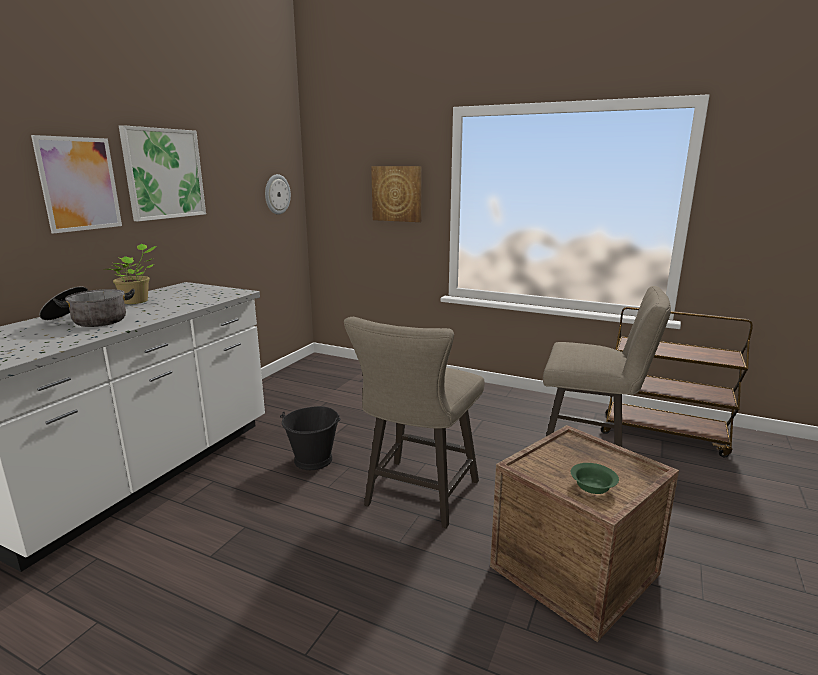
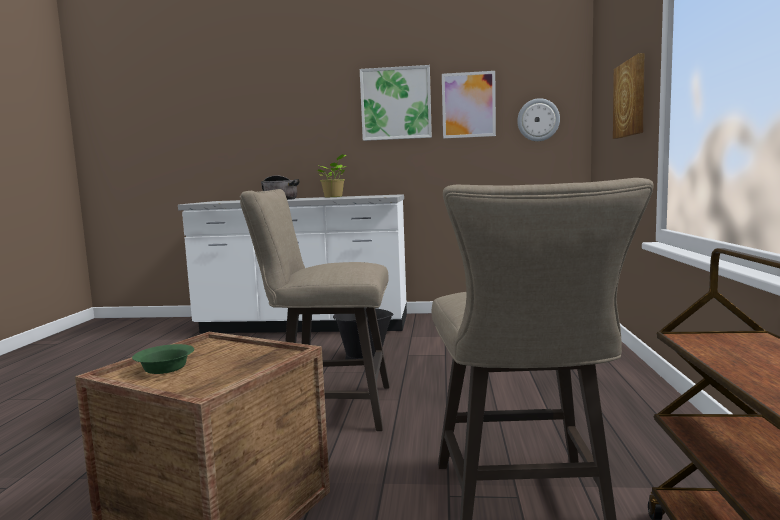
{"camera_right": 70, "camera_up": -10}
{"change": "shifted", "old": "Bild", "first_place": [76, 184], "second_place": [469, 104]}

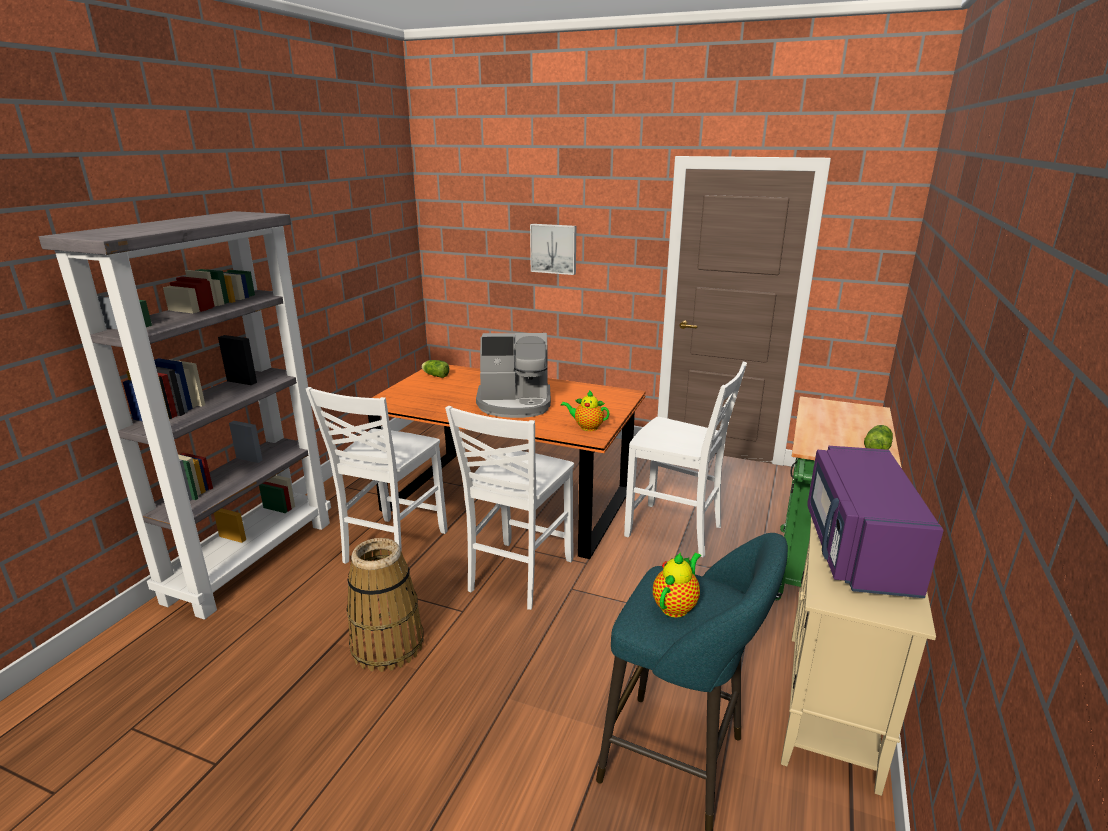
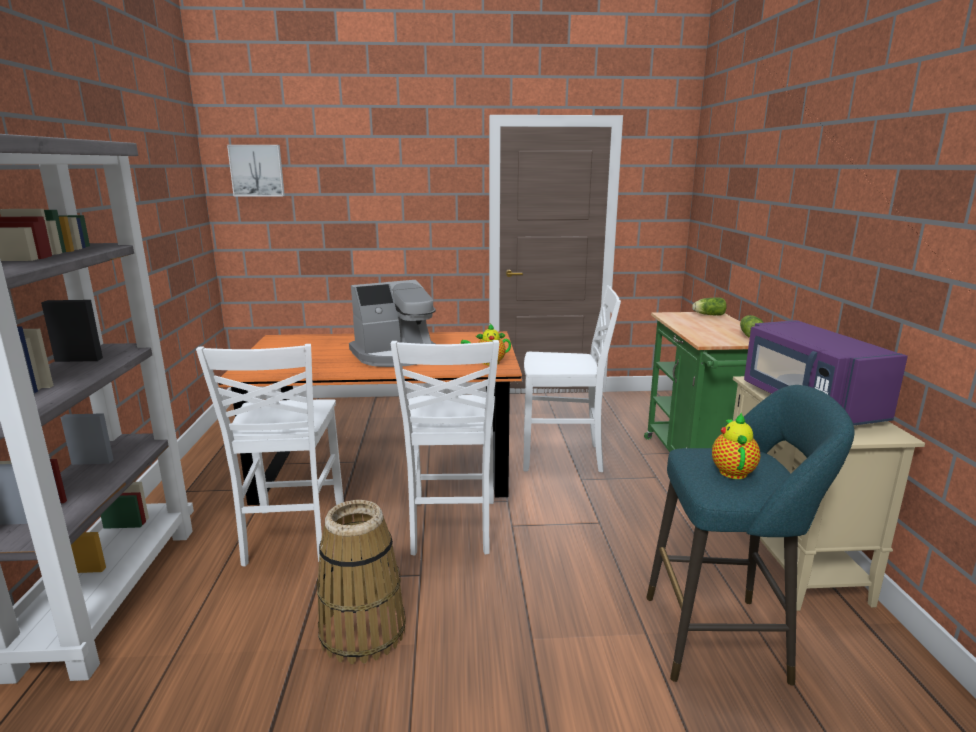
{"camera_right": -25, "camera_up": -5}
{"change": "shifted", "old": "Bild", "first_place": [553, 249], "second_place": [256, 171]}
{"change": "shifted", "old": "Salatkopf", "first_place": [435, 369], "second_place": [709, 306]}

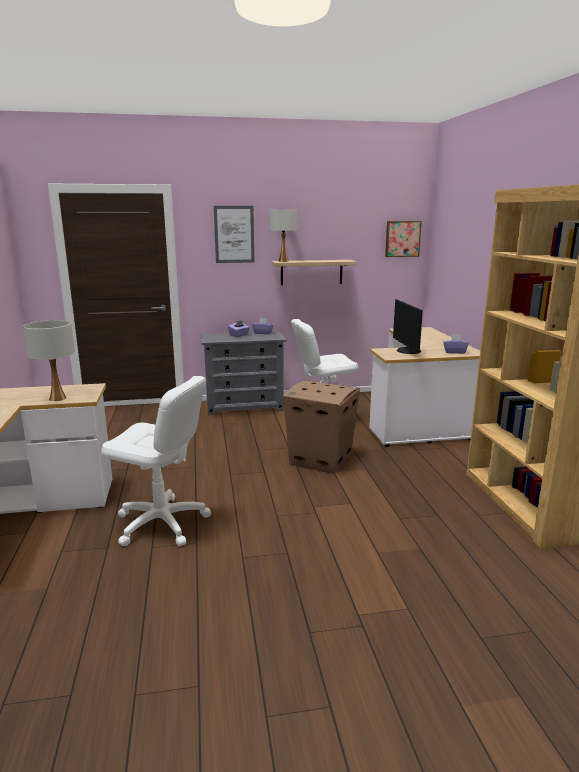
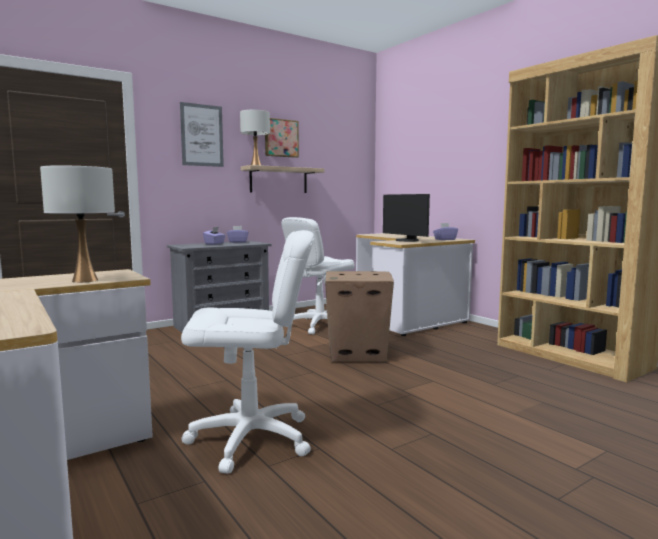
{"camera_right": -25, "camera_up": -10}
{"change": "shifted", "old": "Bild", "first_place": [403, 239], "second_place": [282, 138]}

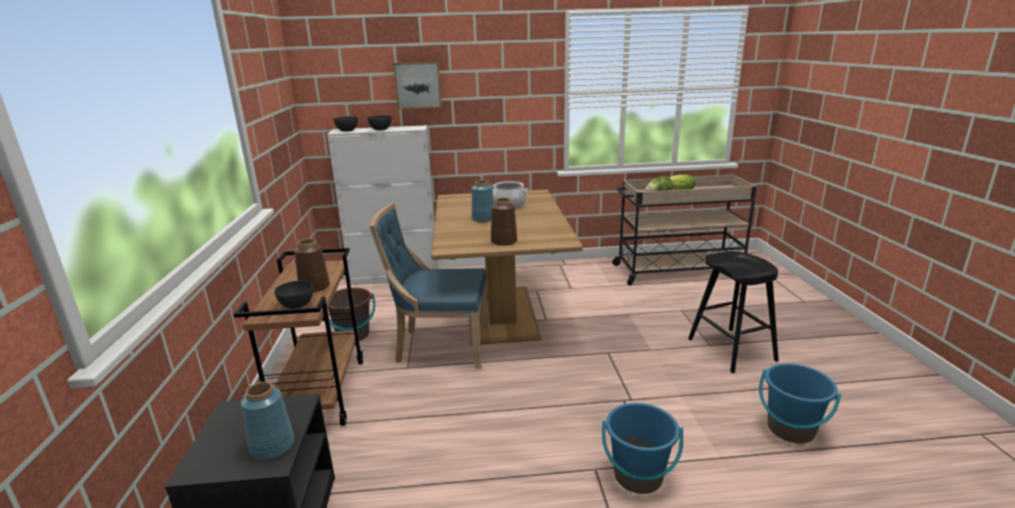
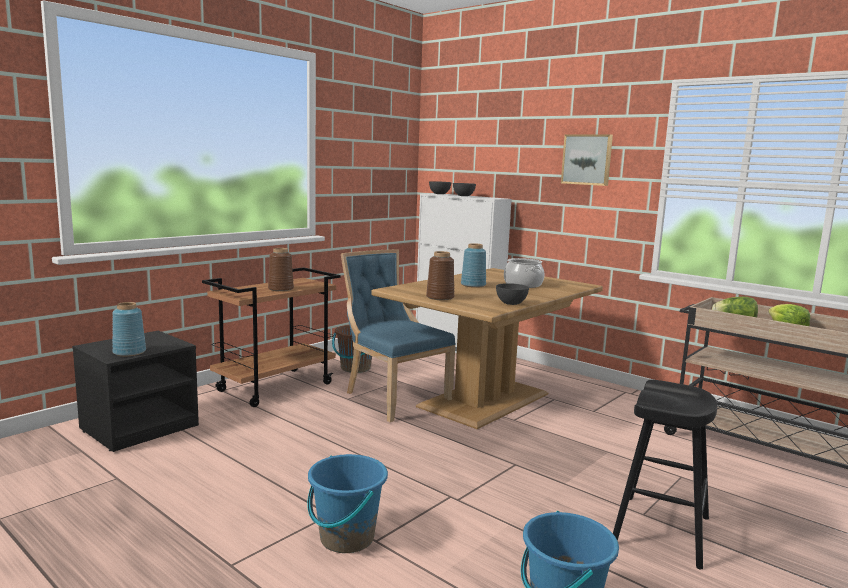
{"camera_right": 45, "camera_up": -10}
{"change": "shifted", "old": "Bild", "first_place": [417, 85], "second_place": [587, 160]}
{"change": "shifted", "old": "Schüssel (grau)", "first_place": [293, 294], "second_place": [512, 294]}

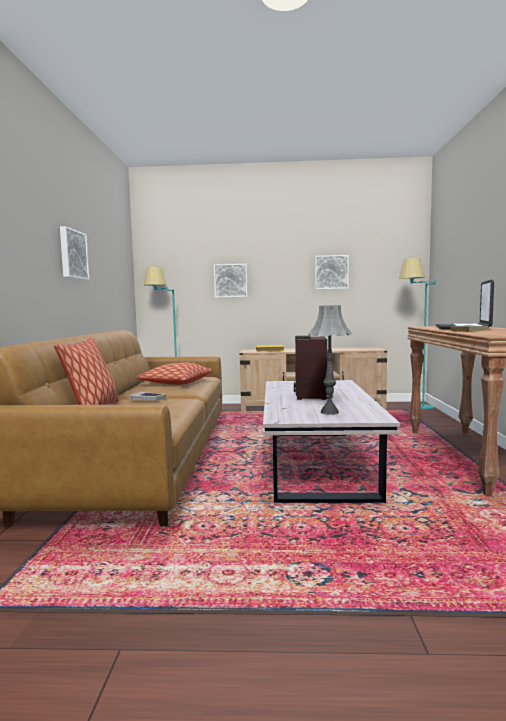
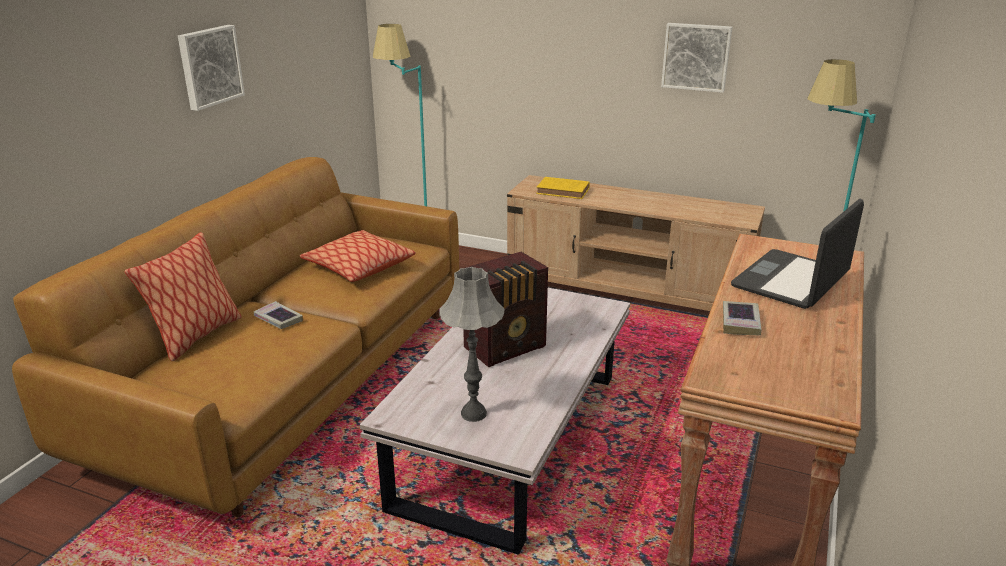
{"camera_right": 20, "camera_up": 20}
{"change": "gone", "old": "Bild", "first_place": [230, 281]}
{"change": "rotated", "old": "Radio", "first_place": [310, 368], "second_place": [505, 309], "degrees": -150}

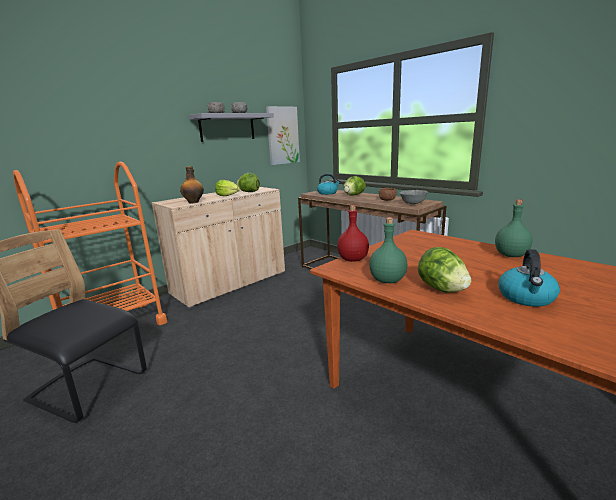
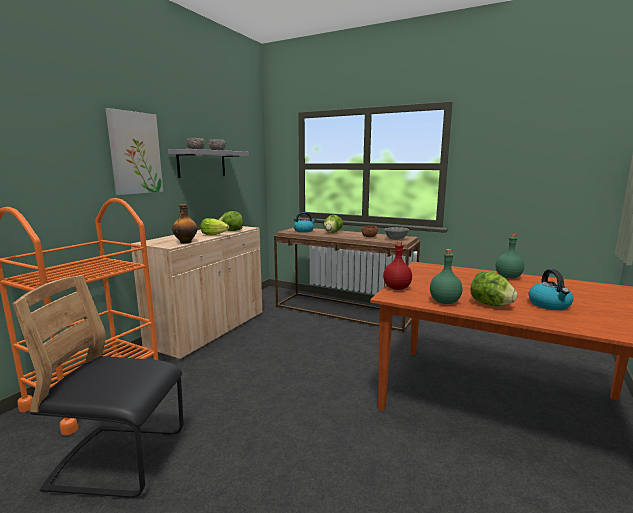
{"camera_right": -20, "camera_up": -5}
{"change": "shifted", "old": "Bild", "first_place": [283, 135], "second_place": [134, 151]}

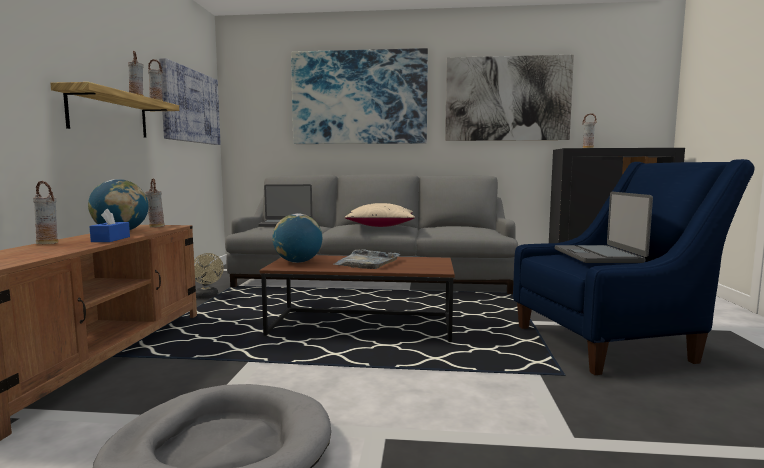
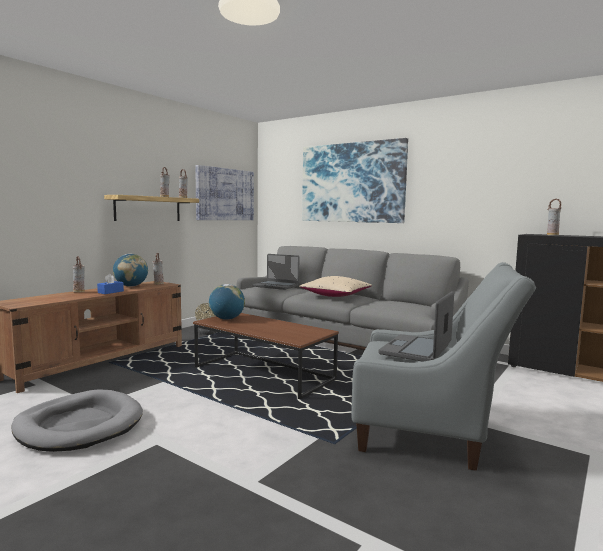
{"camera_right": 30, "camera_up": 0}
{"change": "gone", "old": "Bild", "first_place": [509, 98]}
{"change": "repainted", "old": "Sessel (blau)", "new": "Sessel (grau)", "first_place": [634, 267], "second_place": [443, 366]}
{"change": "gone", "old": "Tablett (grau)", "first_place": [367, 259]}

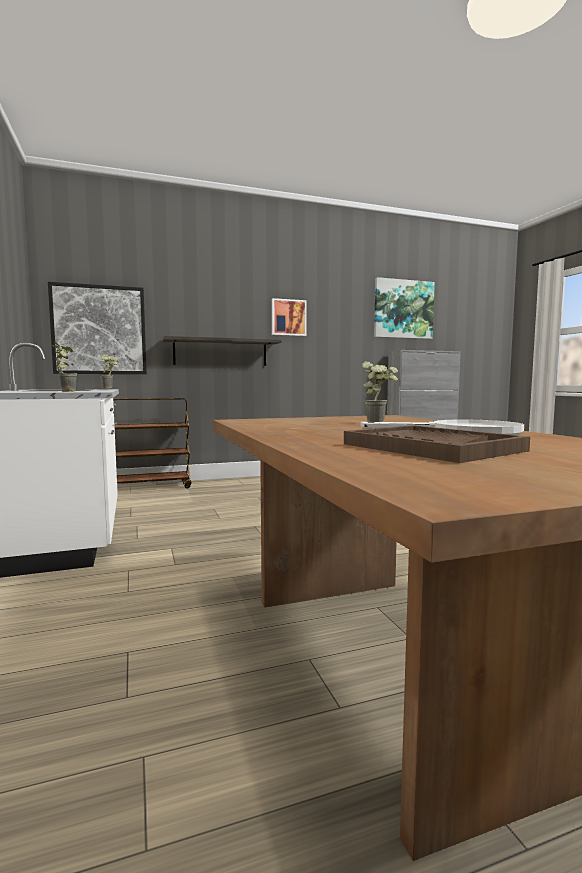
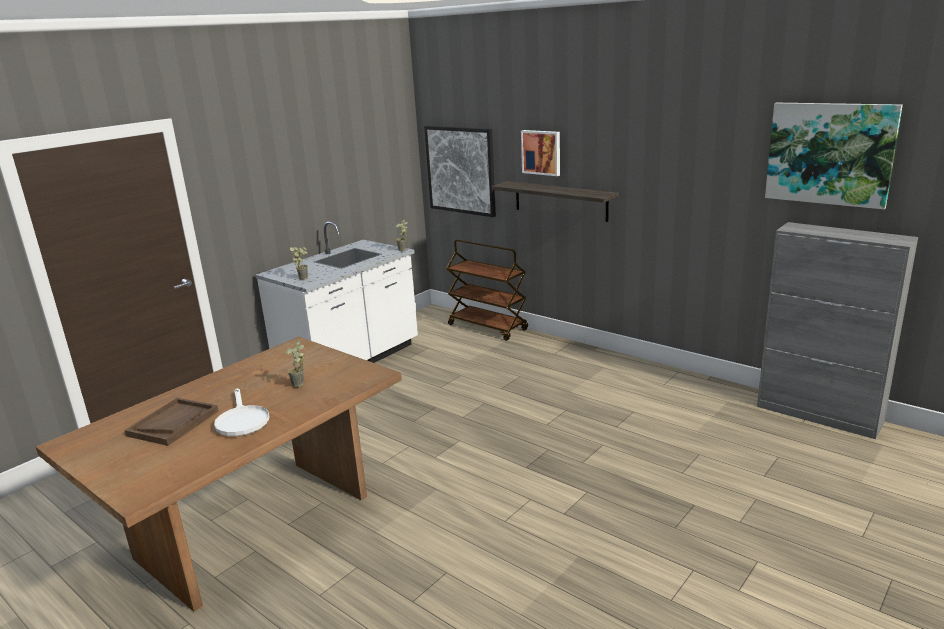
{"camera_right": 60, "camera_up": 15}
{"change": "shifted", "old": "Bild", "first_place": [289, 317], "second_place": [540, 153]}

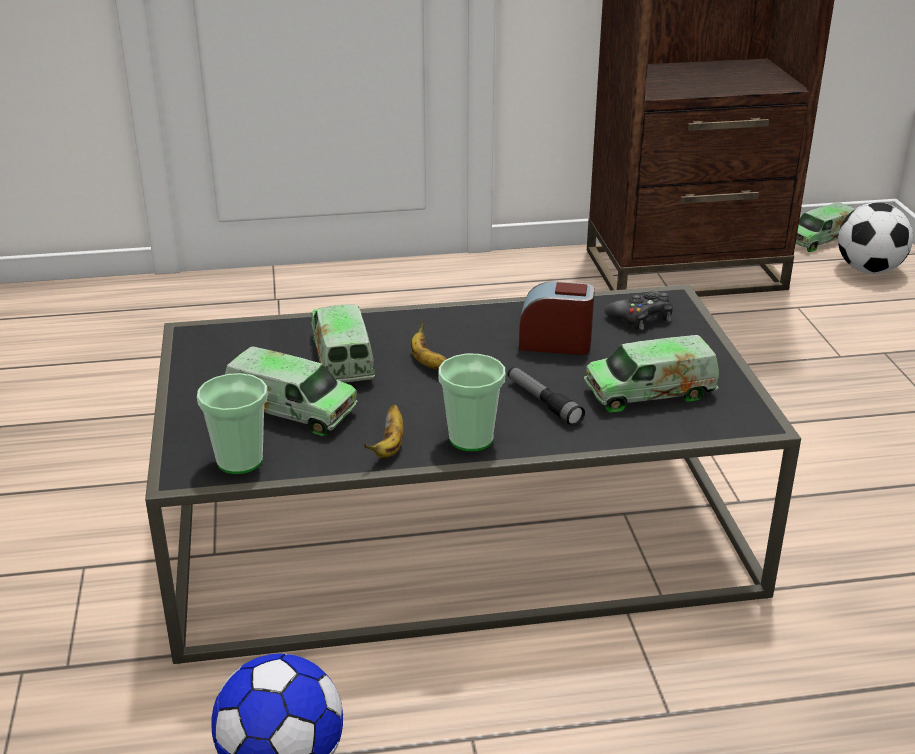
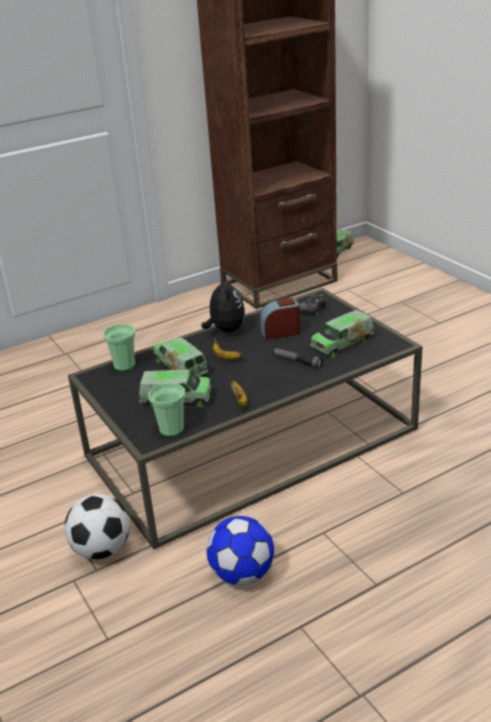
{"camera_right": -20, "camera_up": 0}
{"change": "shifted", "old": "Fußball", "first_place": [875, 238], "second_place": [97, 527]}
{"change": "shifted", "old": "Tasse", "first_place": [471, 402], "second_place": [119, 347]}
{"change": "new", "new": "Plüschtier", "second_place": [223, 303]}

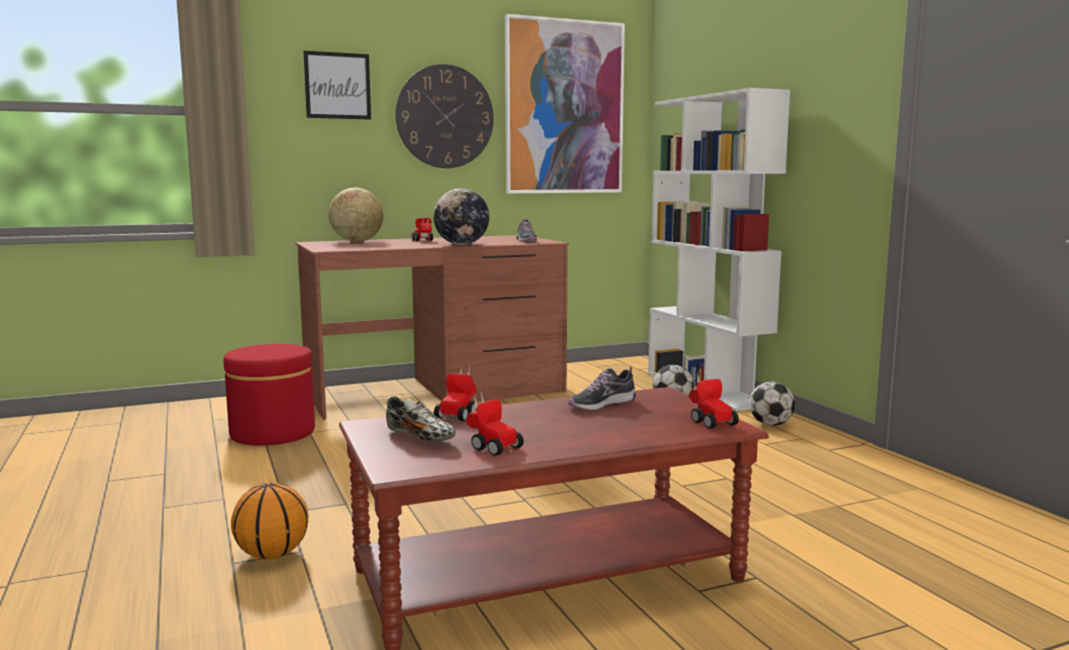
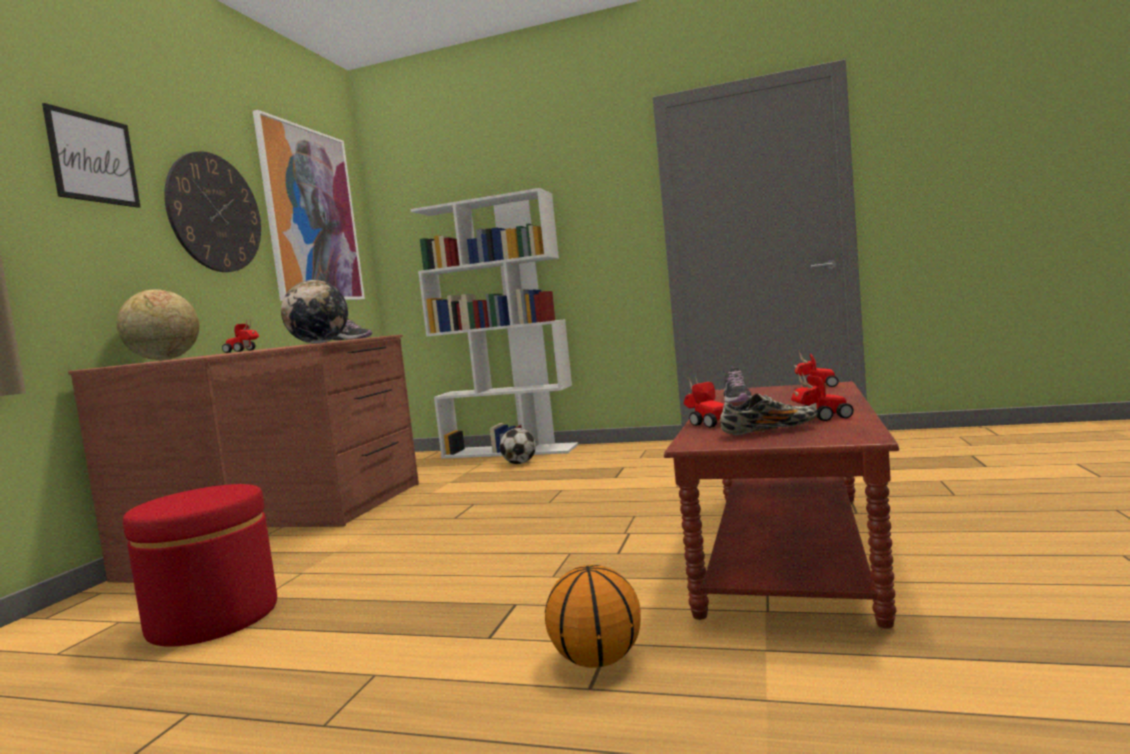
{"camera_right": -50, "camera_up": -5}
{"change": "gone", "old": "Fußball", "first_place": [772, 403]}

